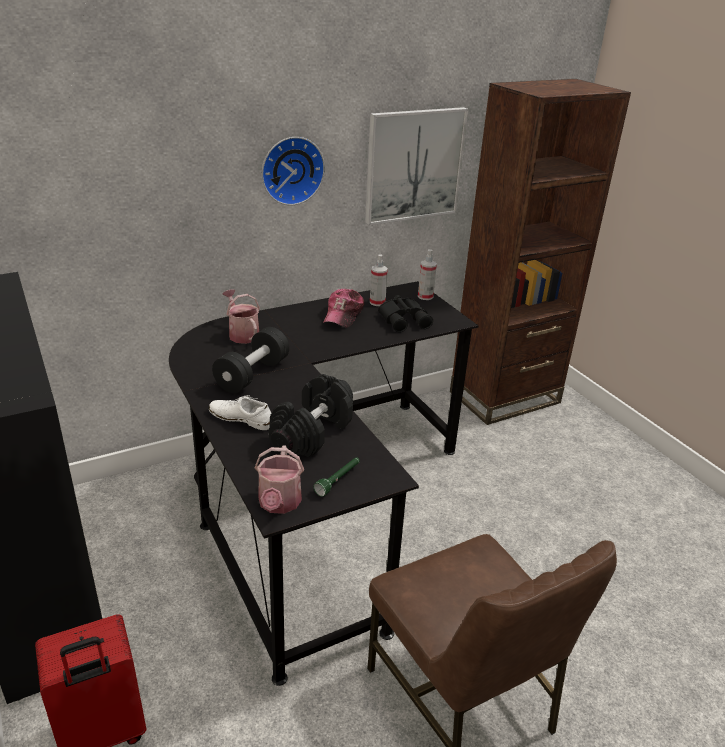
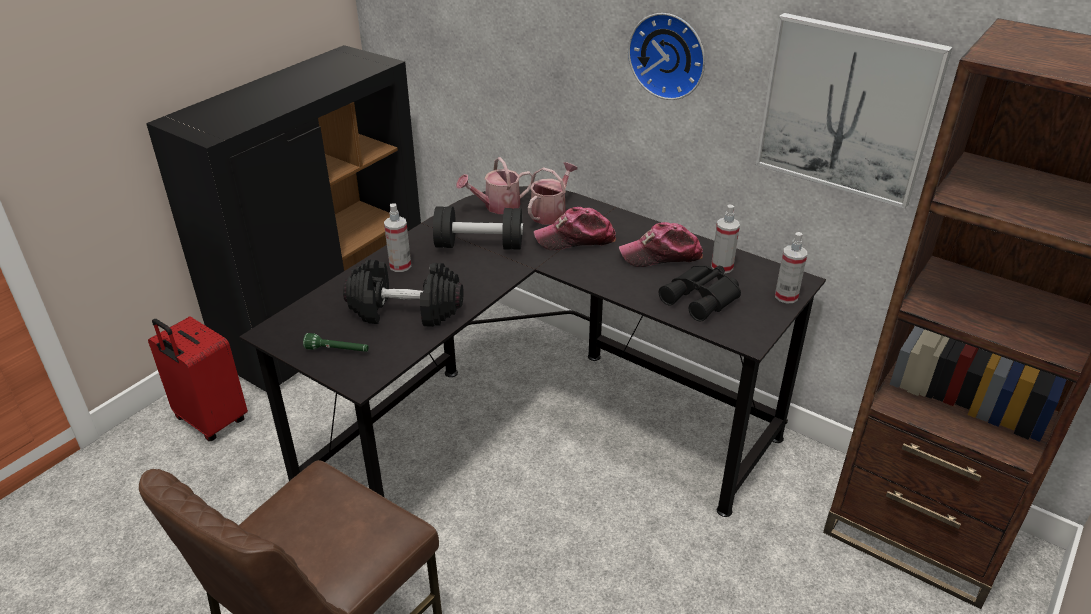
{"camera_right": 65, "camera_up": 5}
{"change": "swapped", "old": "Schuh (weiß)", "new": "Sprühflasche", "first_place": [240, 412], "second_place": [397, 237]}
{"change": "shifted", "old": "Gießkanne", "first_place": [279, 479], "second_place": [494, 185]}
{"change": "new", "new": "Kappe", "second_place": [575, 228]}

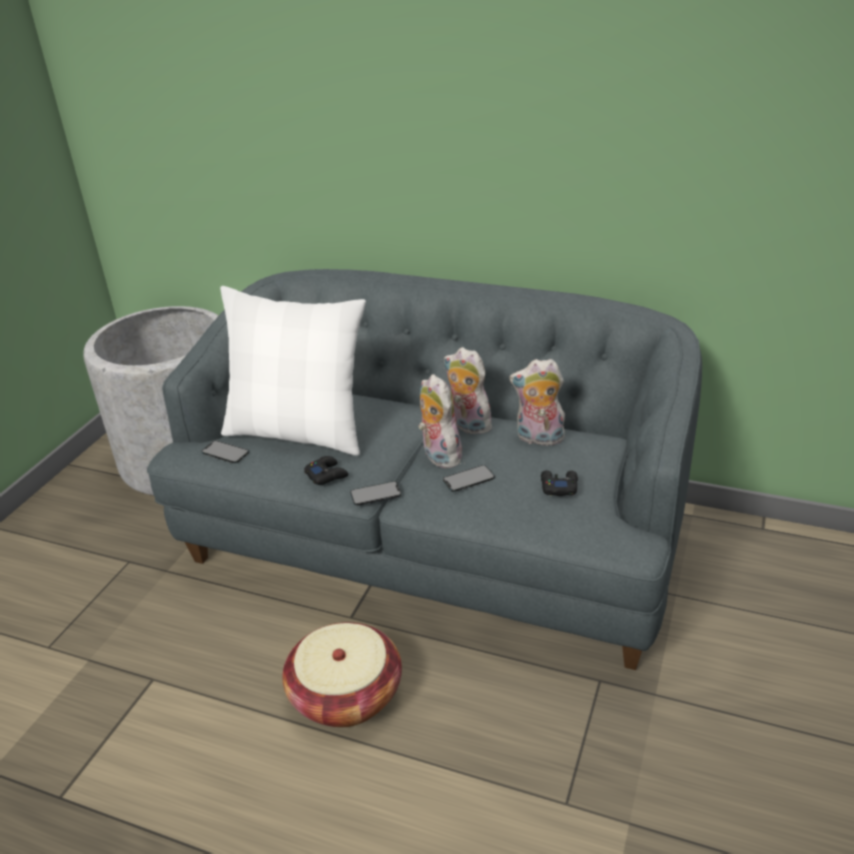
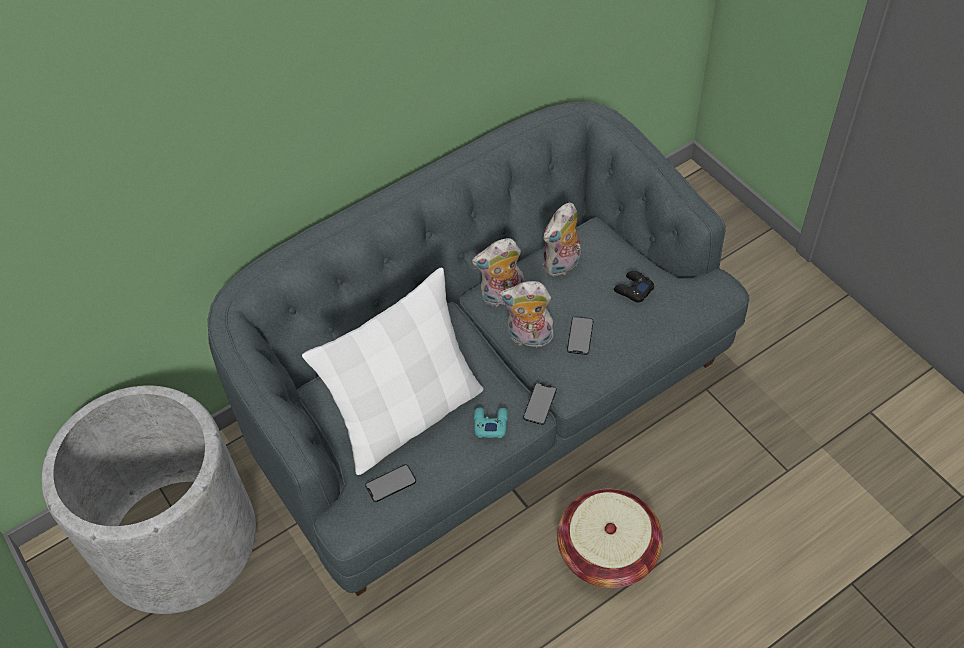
{"camera_right": -55, "camera_up": 20}
{"change": "repainted", "old": "Gamepad (schwarz)", "new": "Gamepad (türkis)", "first_place": [326, 470], "second_place": [491, 422]}

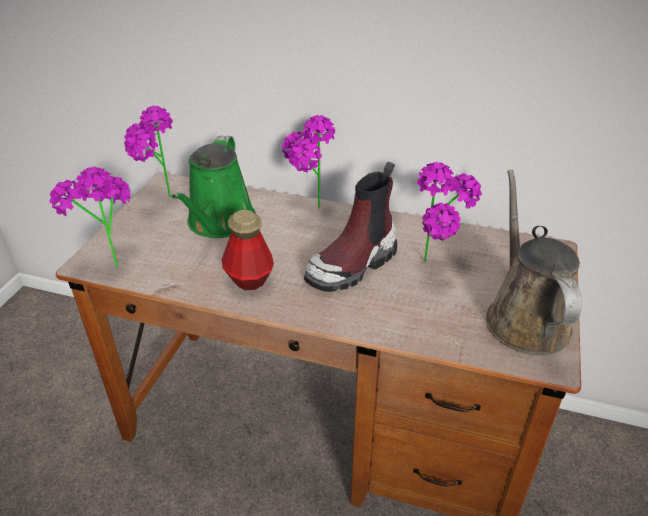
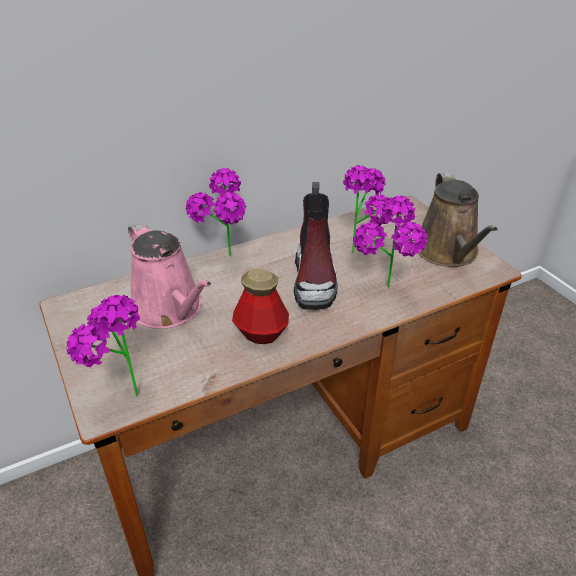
{"camera_right": -45, "camera_up": 0}
{"change": "shifted", "old": "Topfpflanze", "first_place": [148, 151], "second_place": [390, 241]}
{"change": "repainted", "old": "Gießkanne (grün)", "new": "Gießkanne (rosa)", "first_place": [213, 187], "second_place": [170, 275]}
{"change": "rotated", "old": "Gießkanne (braun)", "first_place": [534, 262], "second_place": [456, 219], "degrees": -135}

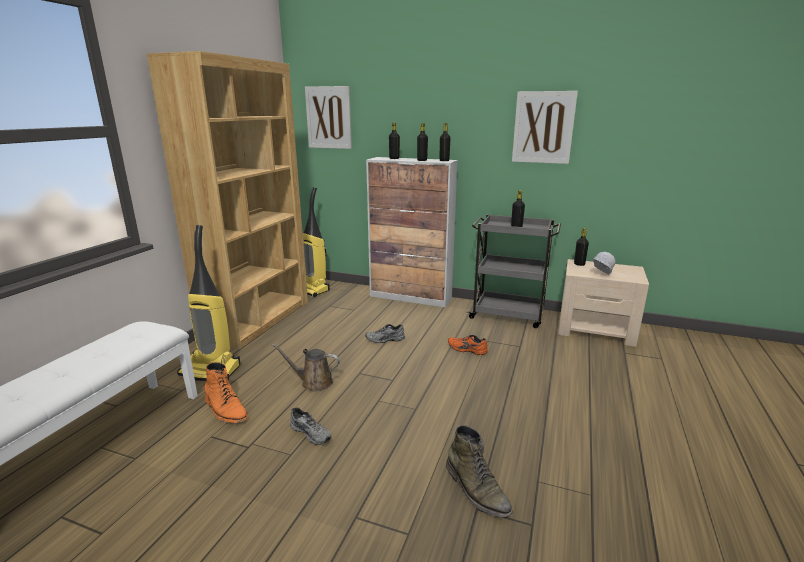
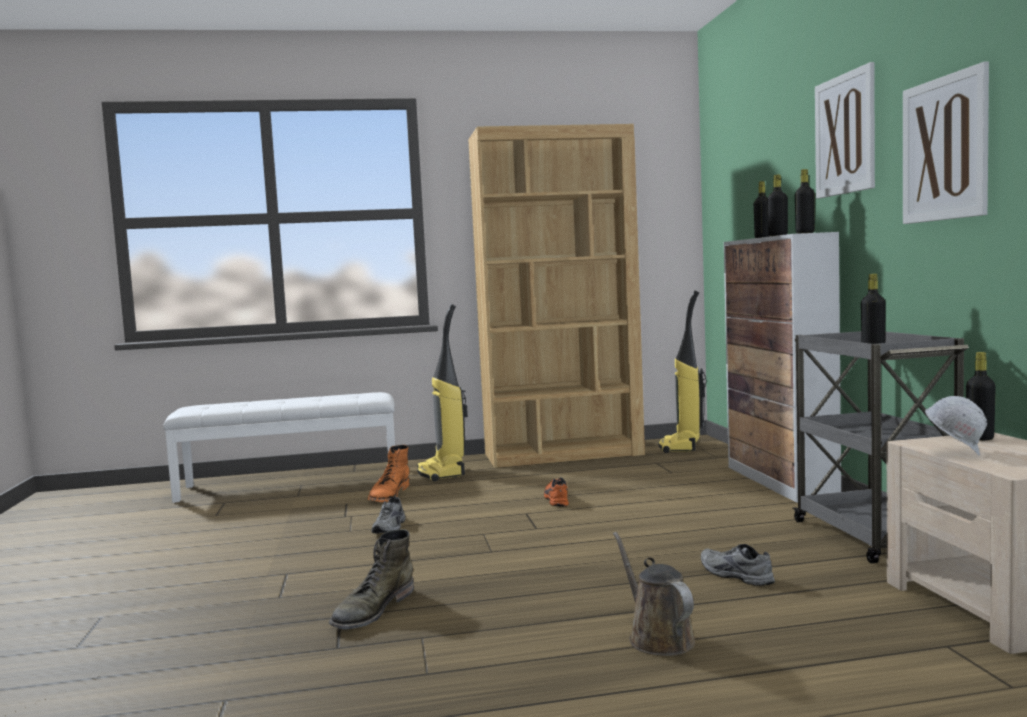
{"camera_right": 60, "camera_up": -15}
{"change": "shifted", "old": "Bild", "first_place": [328, 117], "second_place": [845, 130]}
{"change": "shifted", "old": "Schuh (grau)", "first_place": [385, 333], "second_place": [738, 565]}
{"change": "shifted", "old": "Schuh (orange)", "first_place": [468, 345], "second_place": [556, 492]}
{"change": "shifted", "old": "Gießkanne (braun)", "first_place": [306, 367], "second_place": [654, 594]}

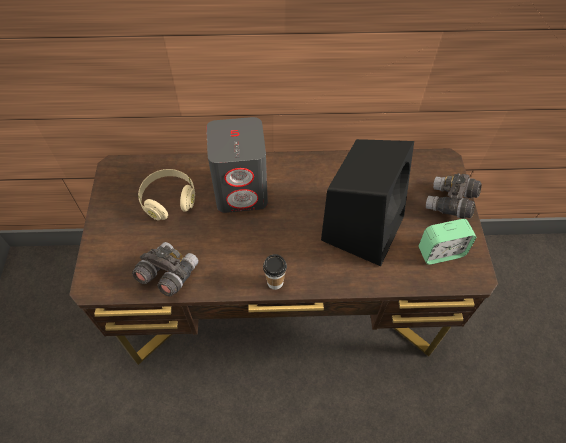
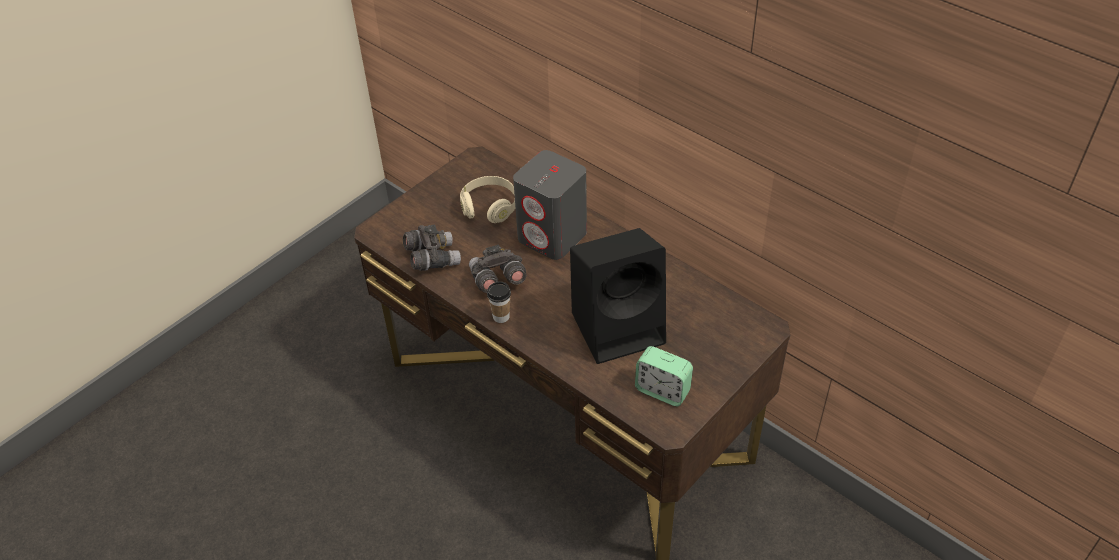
{"camera_right": 45, "camera_up": -10}
{"change": "shifted", "old": "Fernglas (grau)", "first_place": [454, 196], "second_place": [498, 269]}

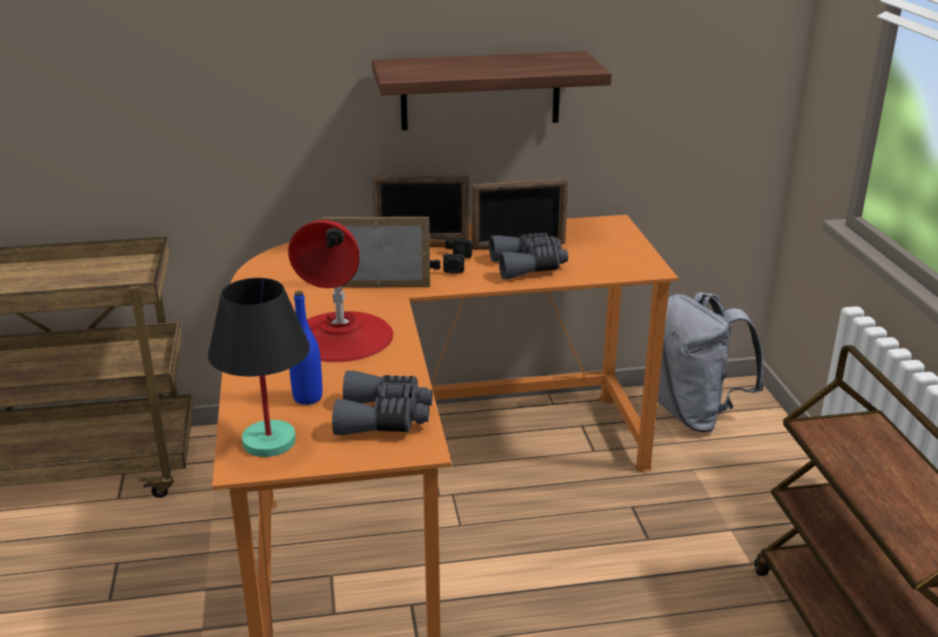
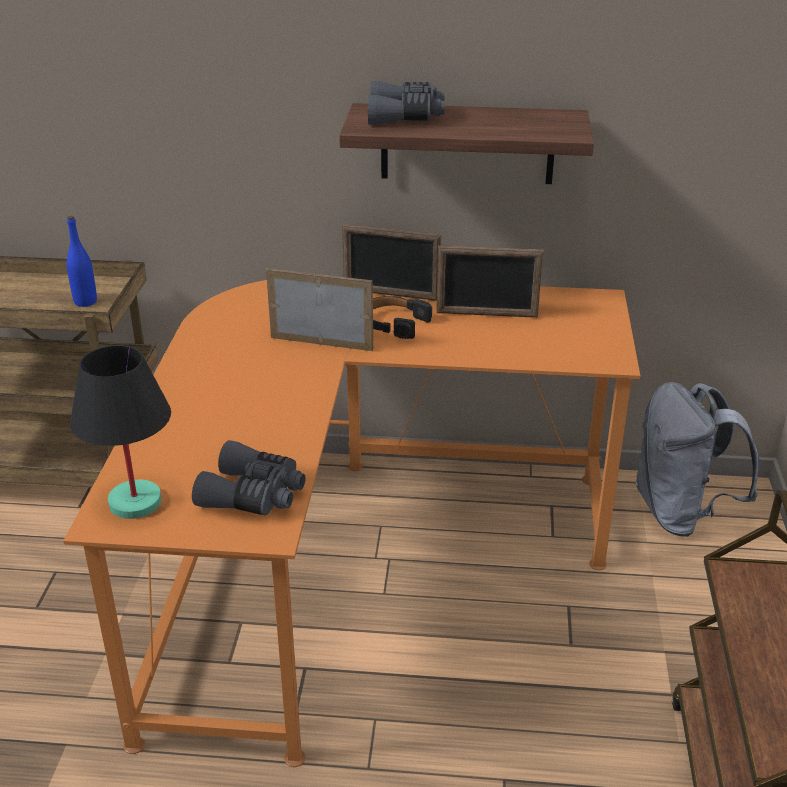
{"camera_right": 15, "camera_up": 5}
{"change": "gone", "old": "Tischlampe (rot)", "first_place": [340, 291]}
{"change": "shifted", "old": "Fernglas (grau)", "first_place": [528, 255], "second_place": [406, 103]}
{"change": "shifted", "old": "Flasche (blau)", "first_place": [305, 348], "second_place": [82, 261]}

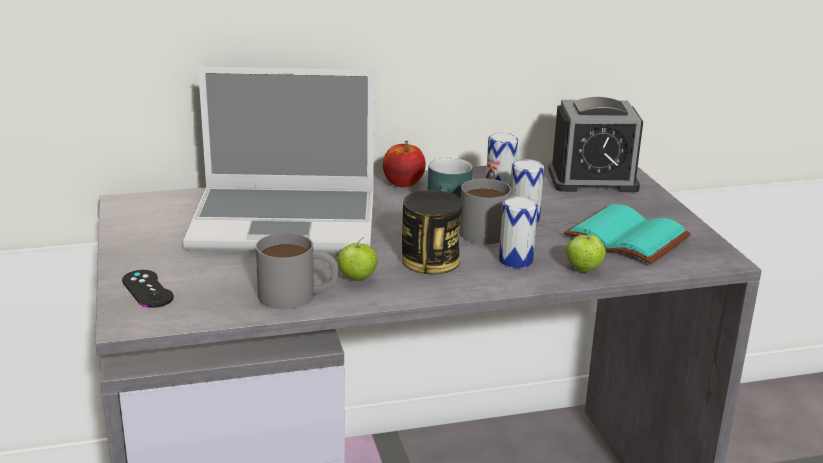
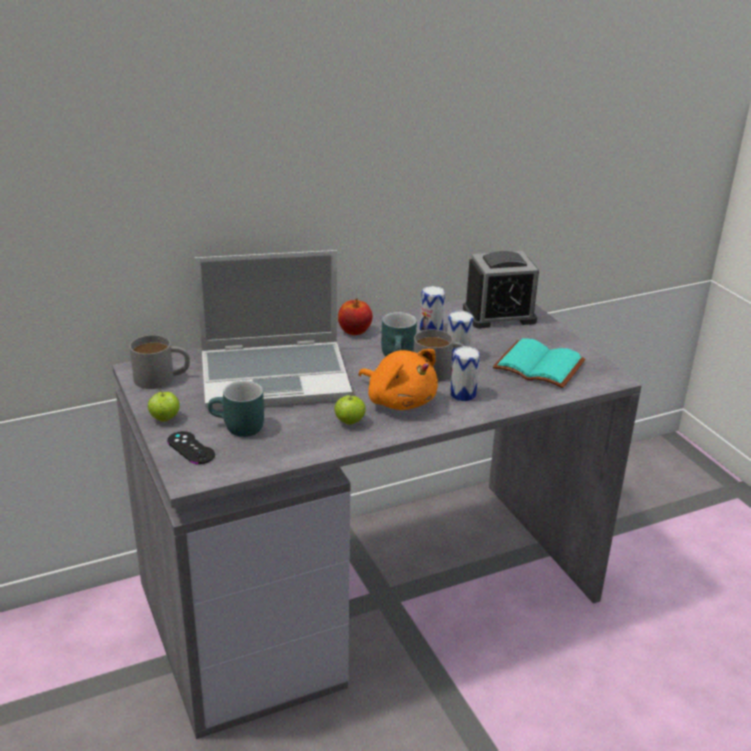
{"camera_right": -10, "camera_up": 5}
{"change": "swapped", "old": "Dose", "new": "Plüschtier (orange)", "first_place": [432, 232], "second_place": [398, 379]}
{"change": "shifted", "old": "Apfel", "first_place": [586, 250], "second_place": [164, 405]}
{"change": "shifted", "old": "Henkelbecher (grau)", "first_place": [297, 271], "second_place": [160, 362]}
{"change": "new", "new": "Henkelbecher (türkis)", "second_place": [236, 409]}

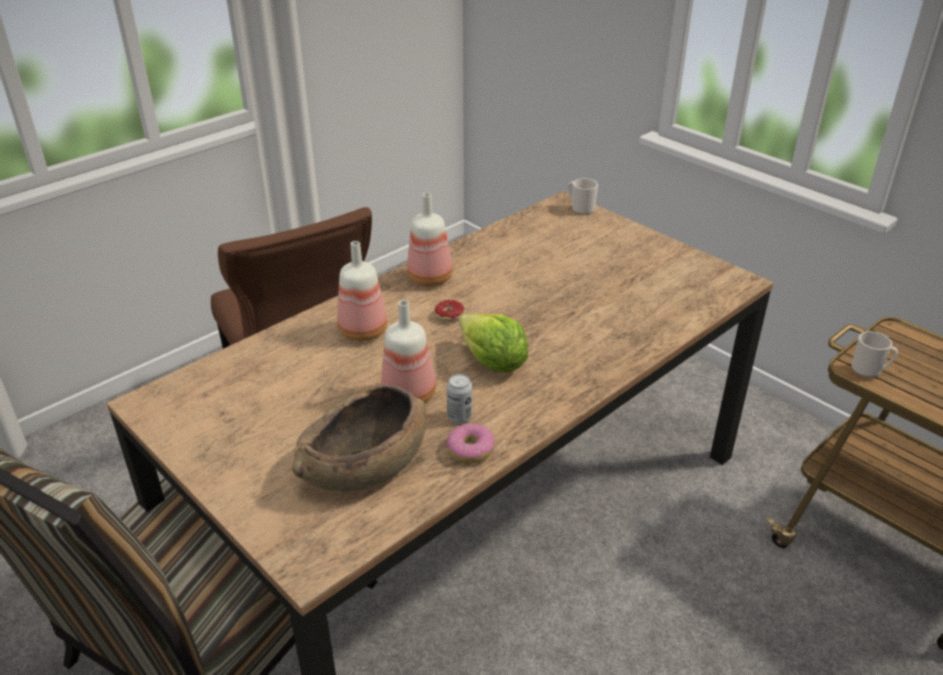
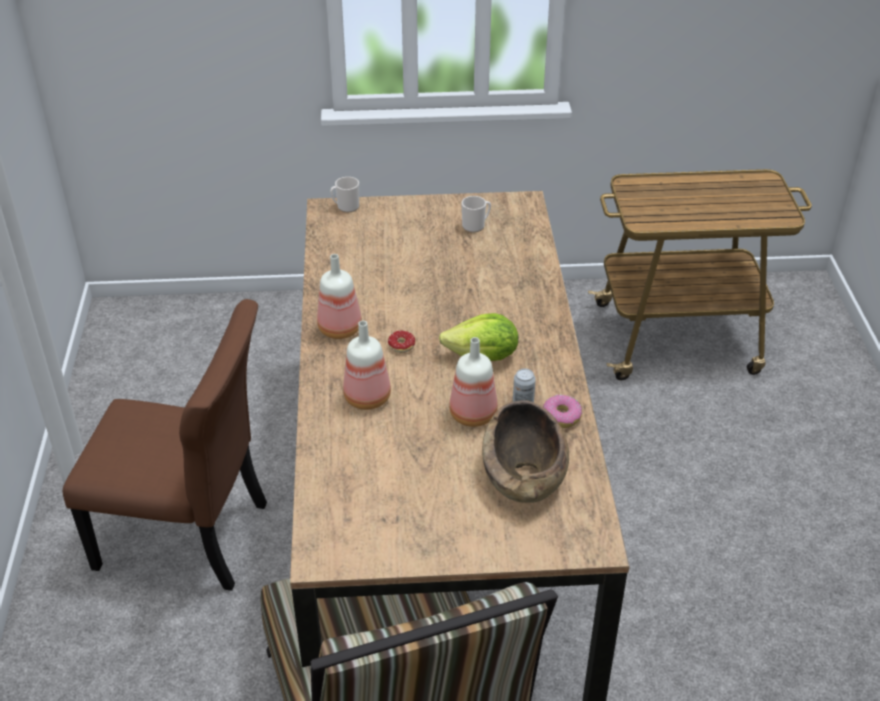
{"camera_right": -50, "camera_up": 5}
{"change": "shifted", "old": "Henkelbecher", "first_place": [874, 354], "second_place": [476, 214]}

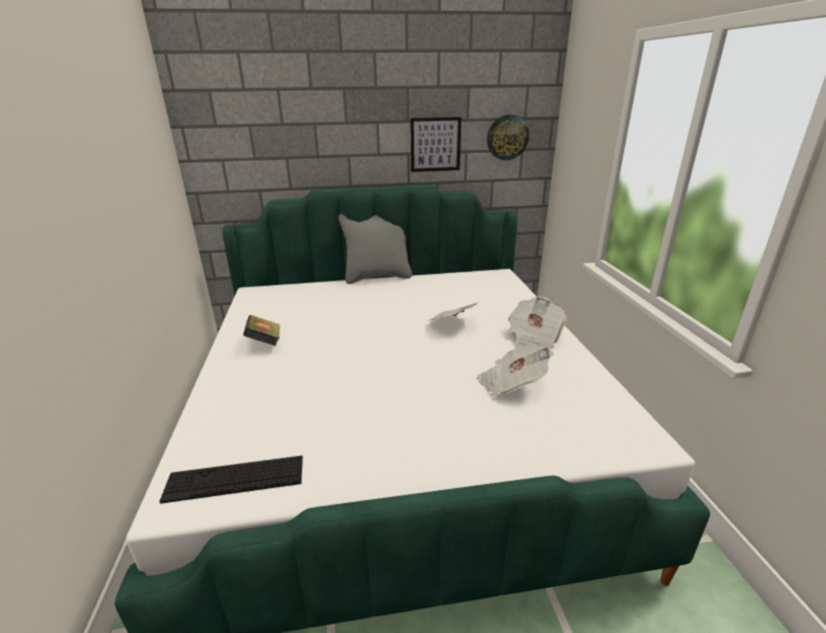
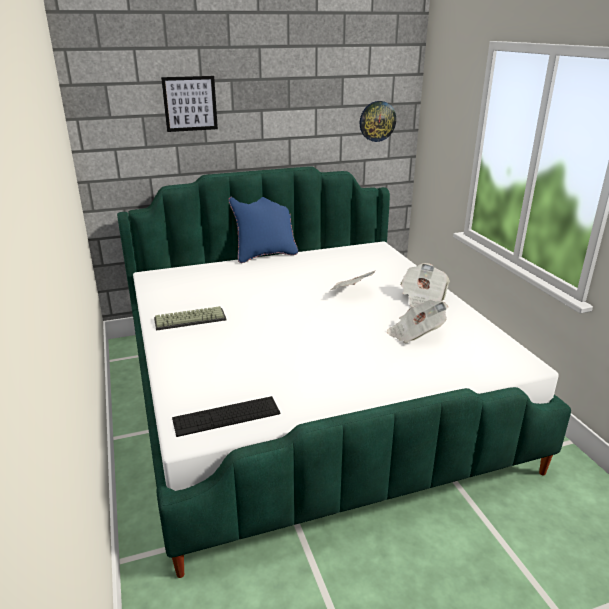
{"camera_right": -10, "camera_up": 0}
{"change": "shifted", "old": "Bild", "first_place": [435, 144], "second_place": [189, 104]}
{"change": "repainted", "old": "Kissen (grau)", "new": "Kissen (blau)", "first_place": [375, 248], "second_place": [263, 230]}
{"change": "swapped", "old": "Buch", "new": "Tastatur", "first_place": [261, 330], "second_place": [190, 318]}

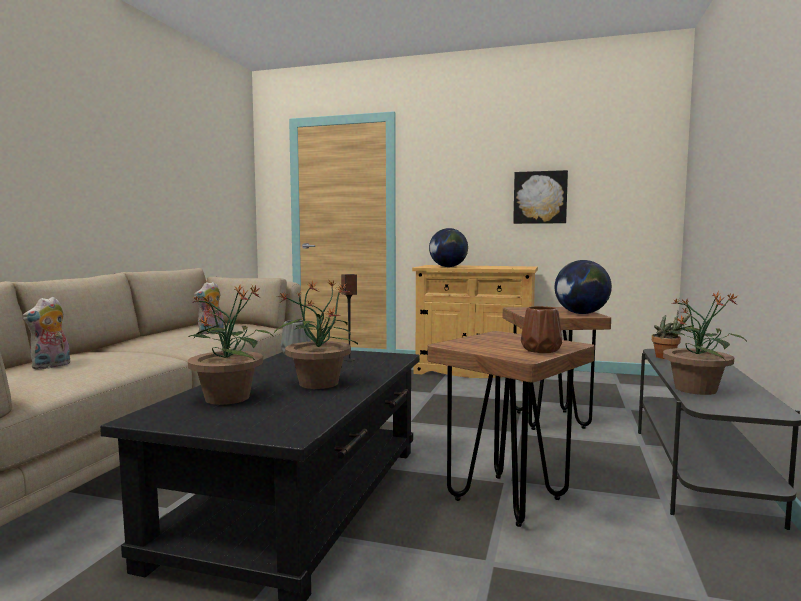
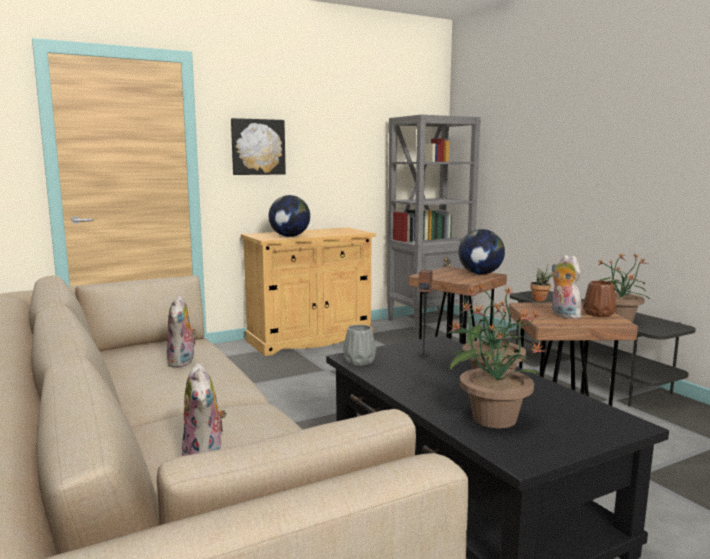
{"camera_right": -45, "camera_up": 5}
{"change": "shifted", "old": "Bild", "first_place": [540, 197], "second_place": [258, 146]}
{"change": "new", "new": "Bücherregal (grau)", "second_place": [434, 223]}
{"change": "new", "new": "Plüschtier", "second_place": [567, 287]}

